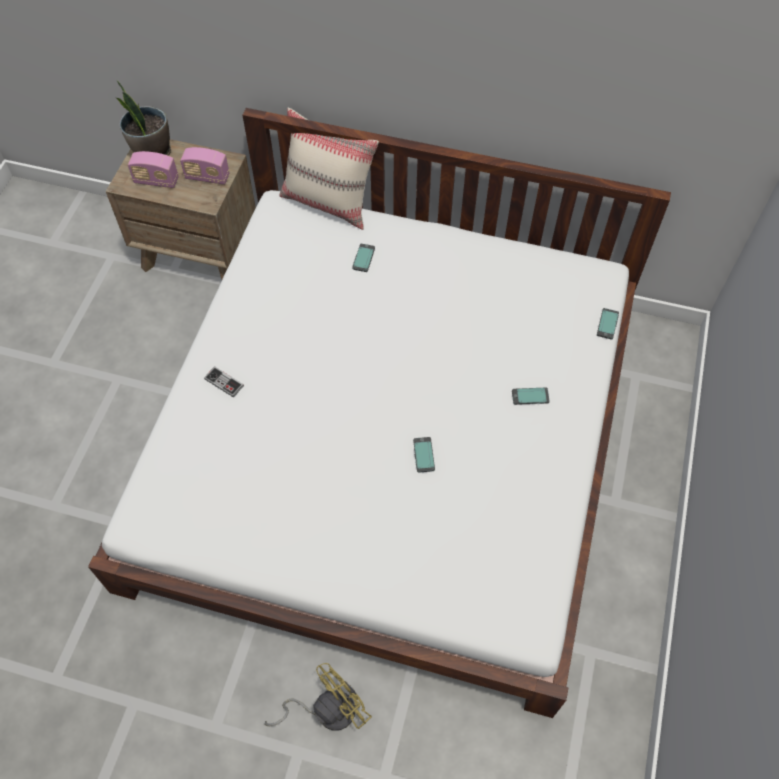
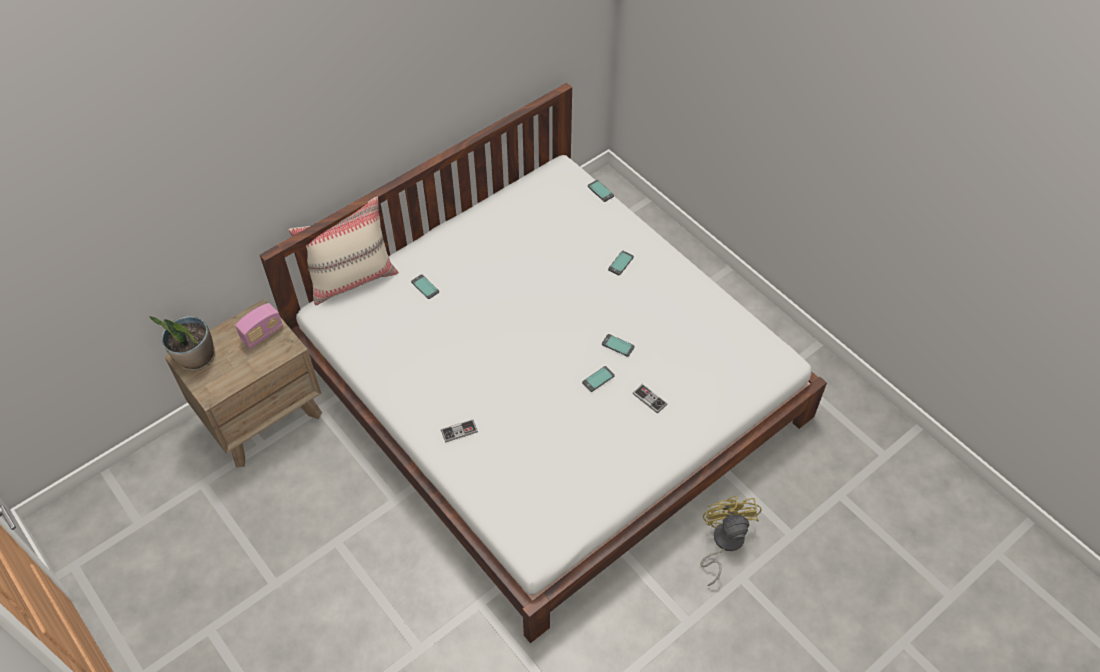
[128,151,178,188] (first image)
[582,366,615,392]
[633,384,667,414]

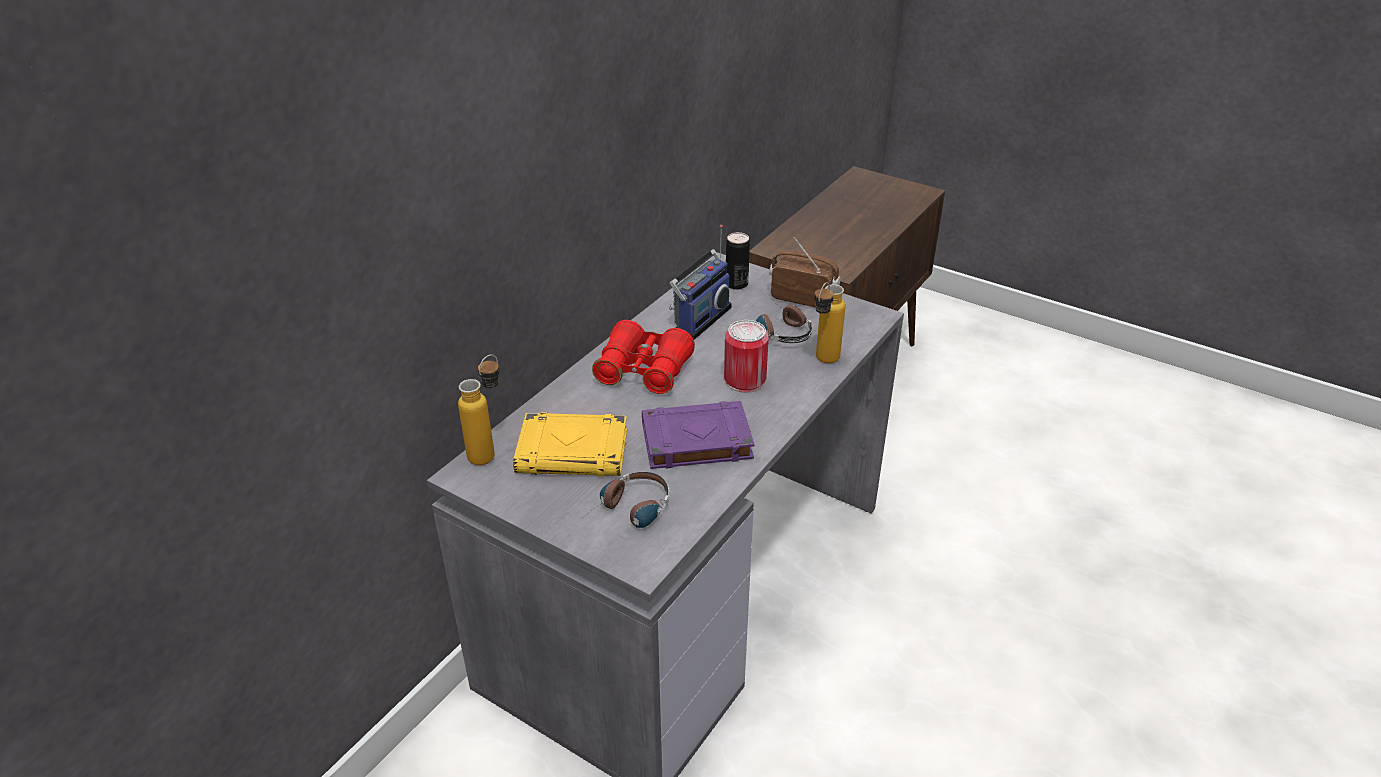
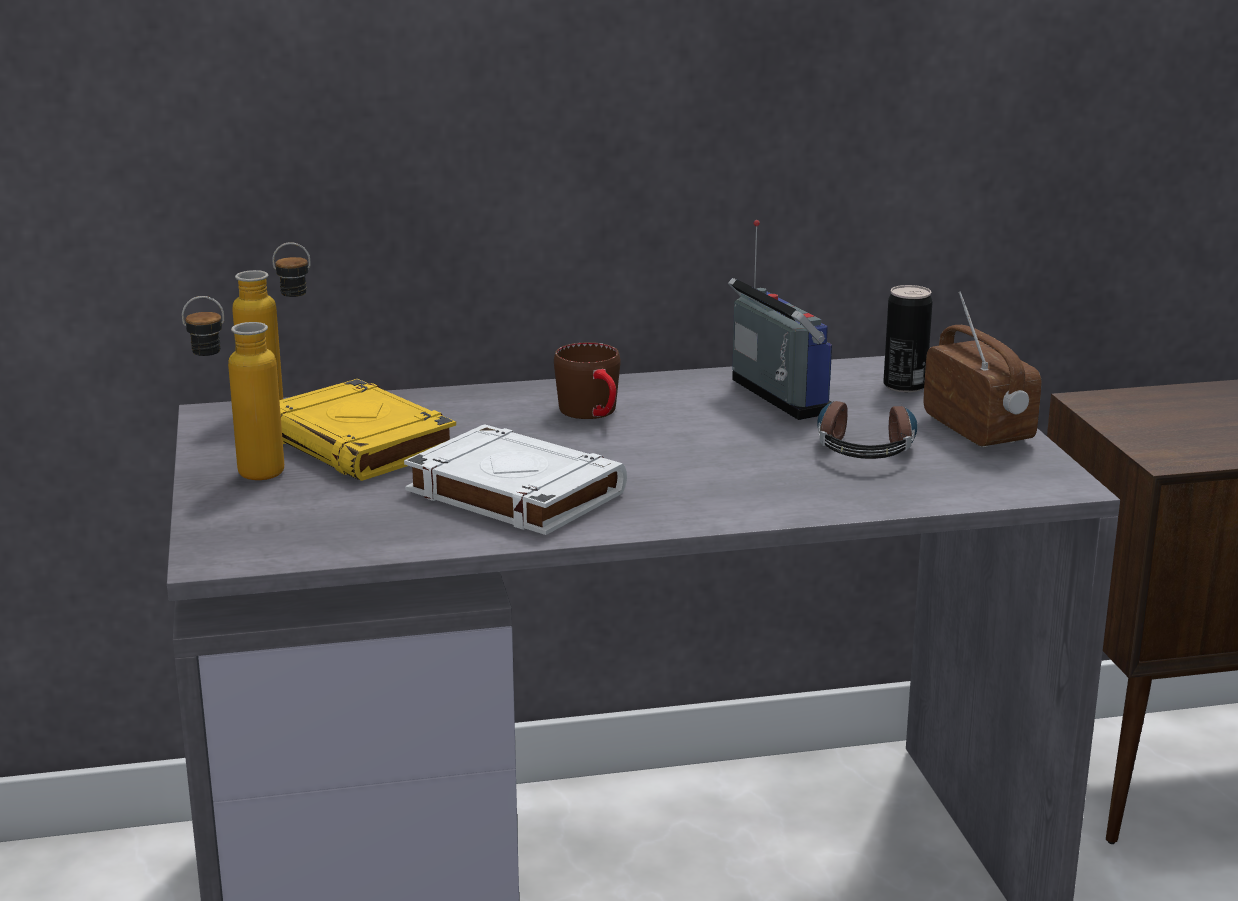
[584,472,669,528] (first image)
[554,342,620,419]
[404,424,627,535]
[728,220,832,420]
[724,320,769,393] (first image)
[182,296,284,480]

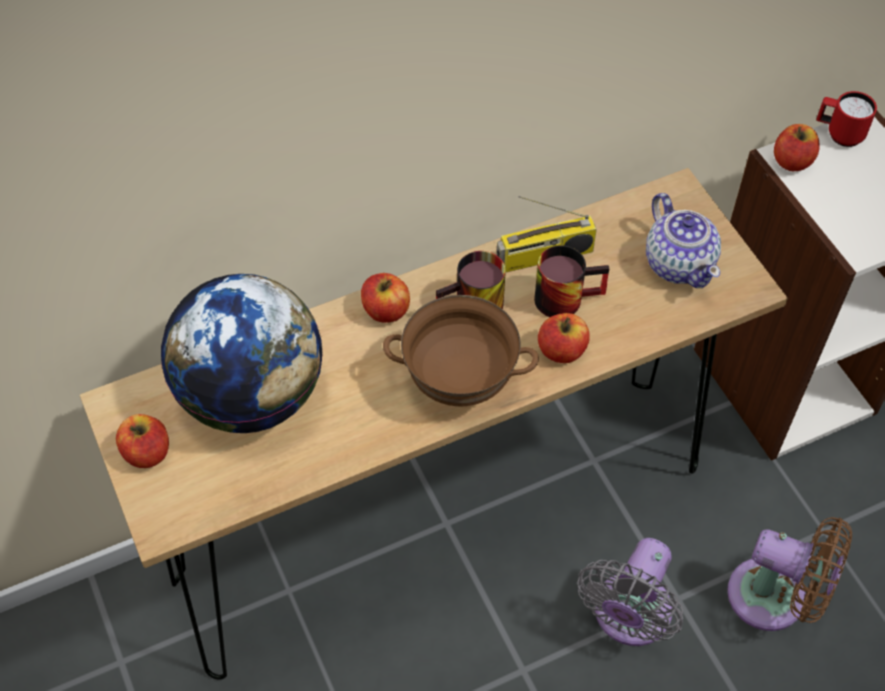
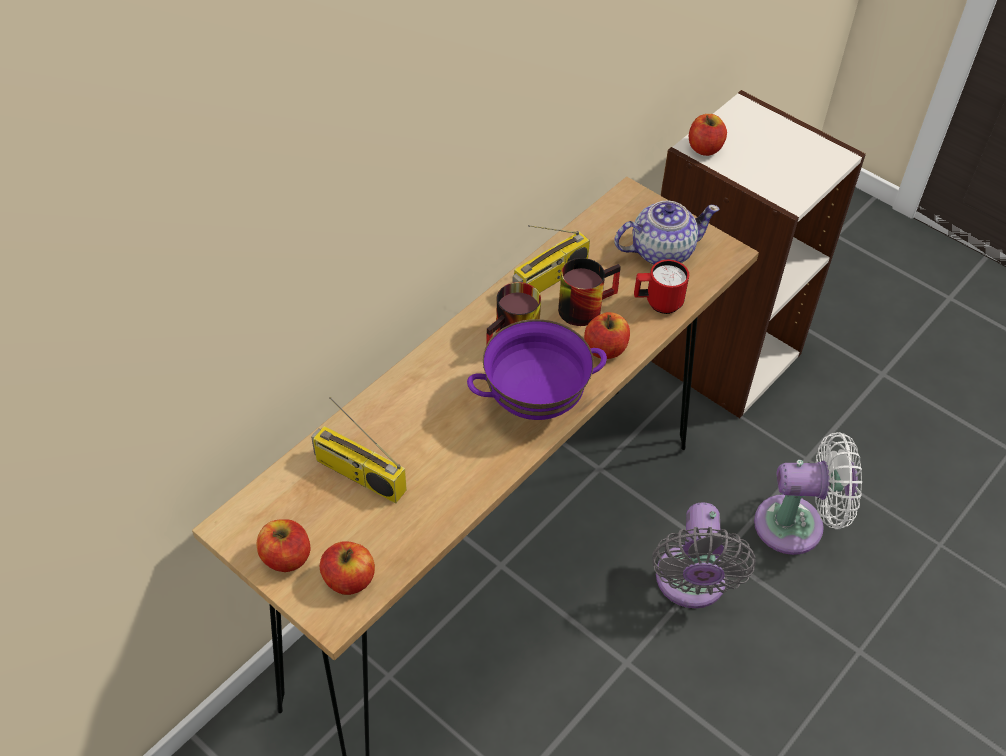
[311,397,407,503]
[320,541,375,595]
[467,319,607,420]
[614,201,720,265]
[754,432,862,555]
[634,260,689,314]

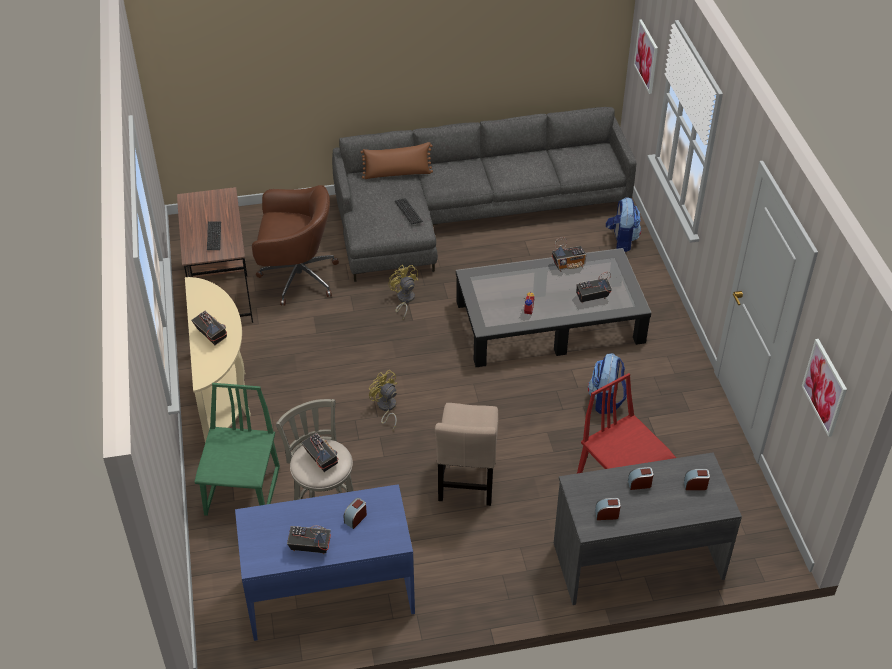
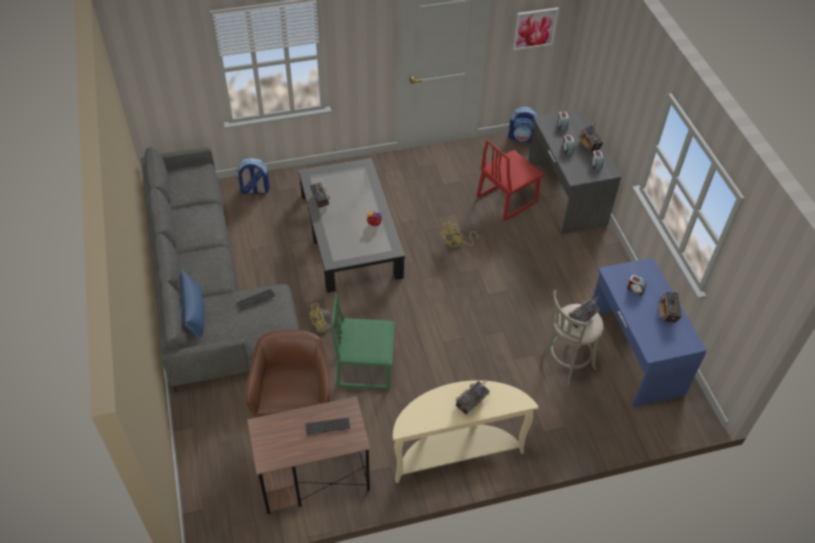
[332,293,395,389]
[180,270,204,340]
[440,221,478,249]
[435,403,498,506] (first image)
[580,117,604,152]
[508,107,538,143]
[634,19,658,94] (first image)

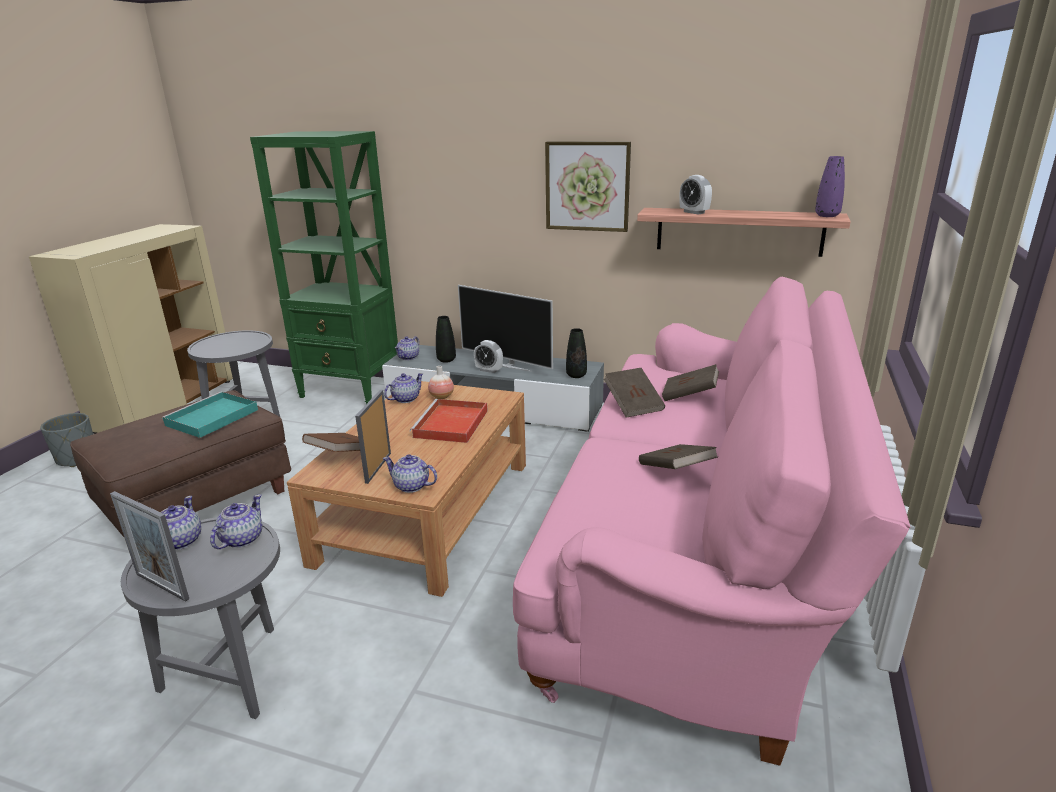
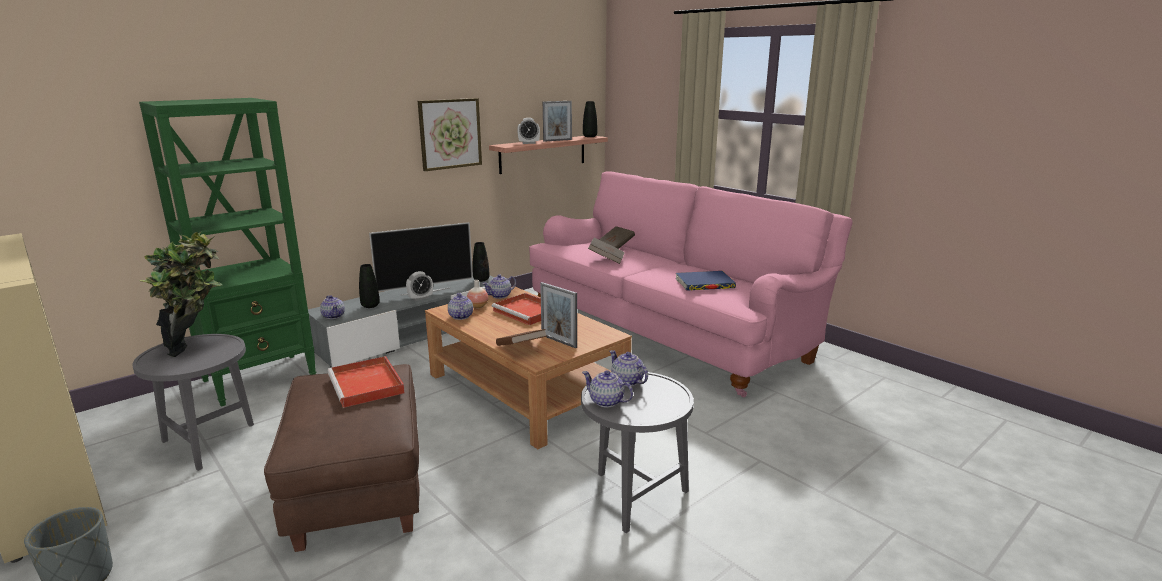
[543,101,572,142]
[327,356,405,408]
[482,274,516,299]
[639,444,718,469] (first image)
[583,101,597,137]
[139,231,222,357]
[676,271,736,290]

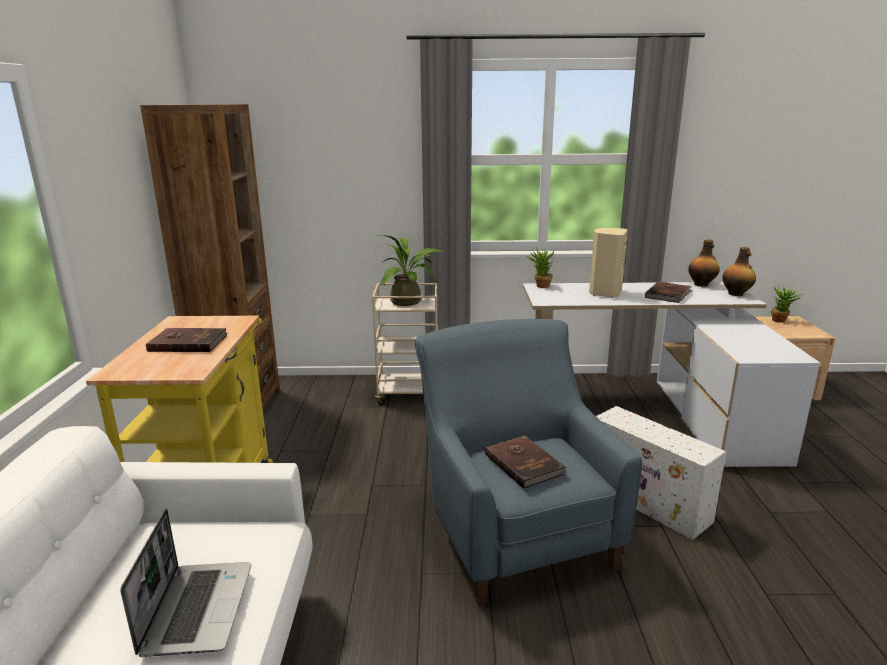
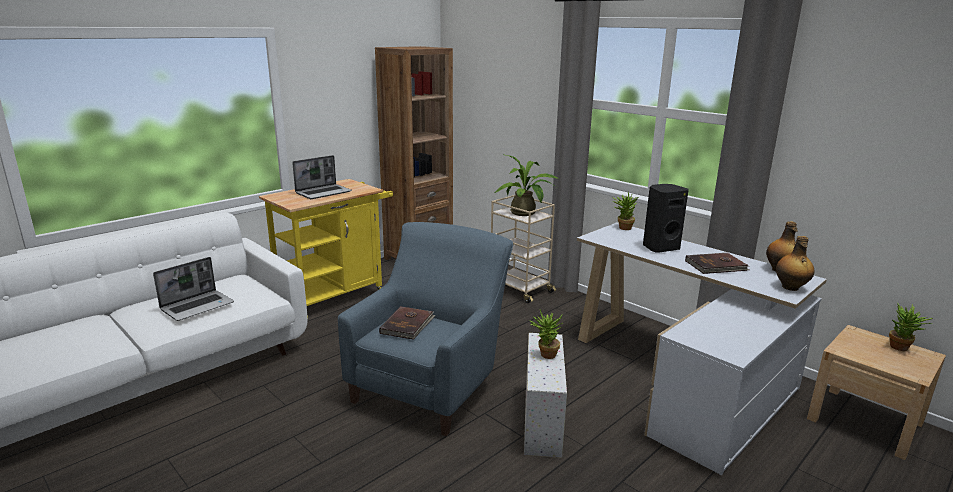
[292,155,352,199]
[643,184,689,253]
[529,310,563,359]

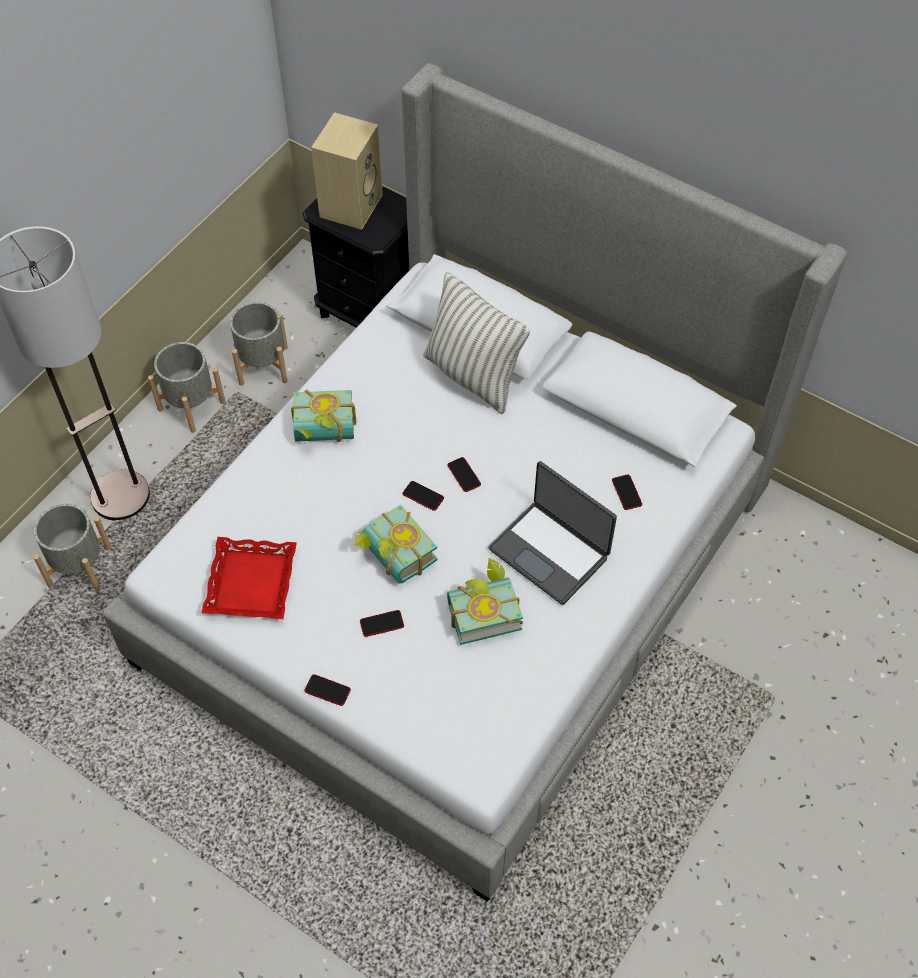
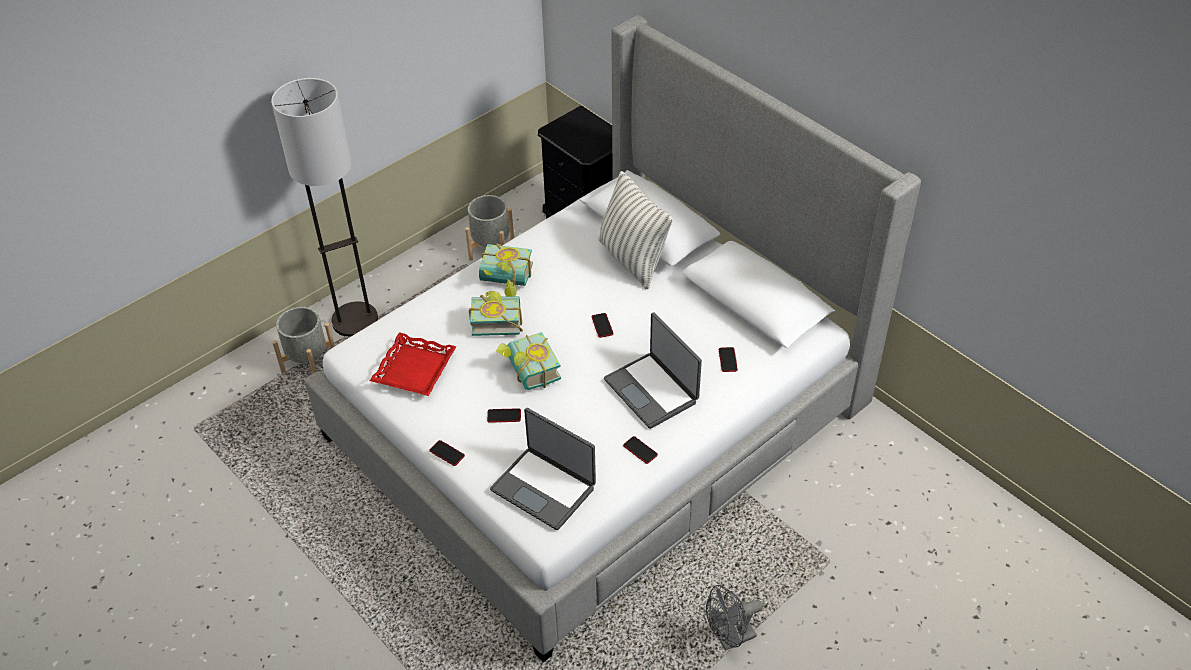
[148,342,226,433] (first image)
[311,112,383,230] (first image)
[623,436,658,464]
[469,279,523,336]
[490,408,596,530]
[706,585,763,651]

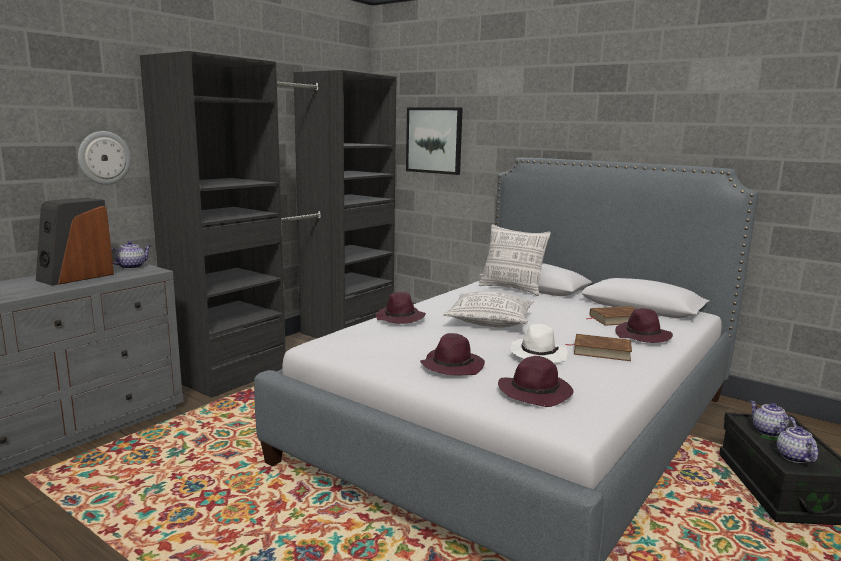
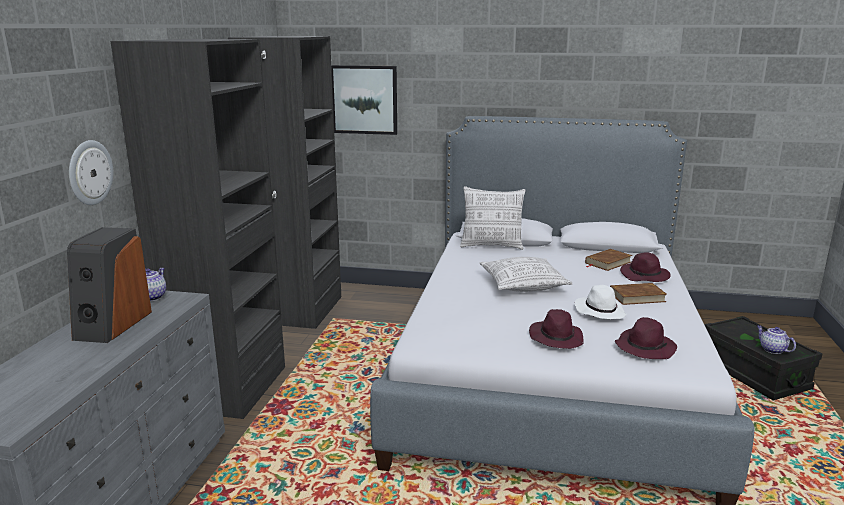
[376,292,426,324] (first image)
[750,401,797,437] (first image)

